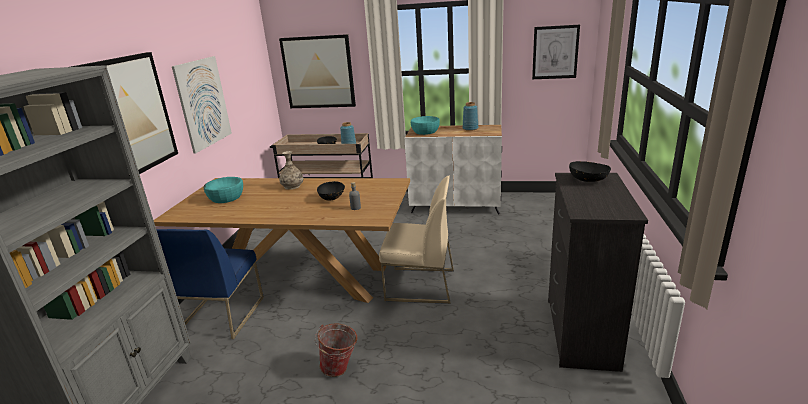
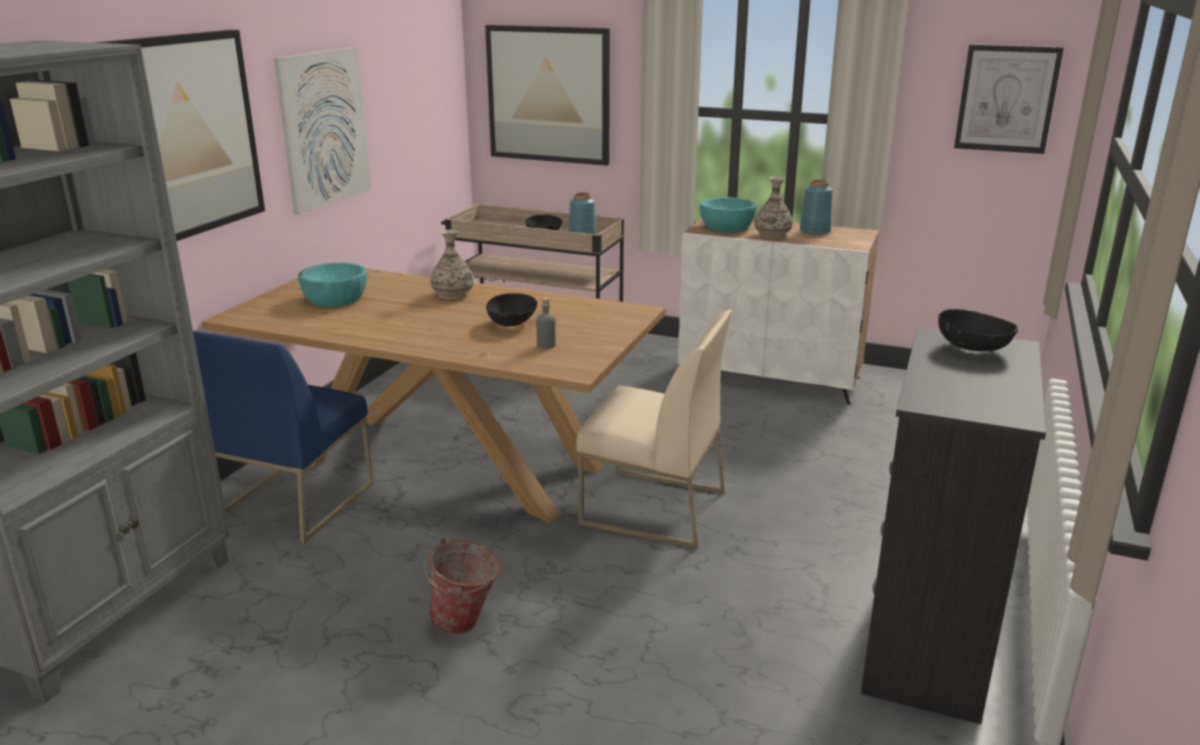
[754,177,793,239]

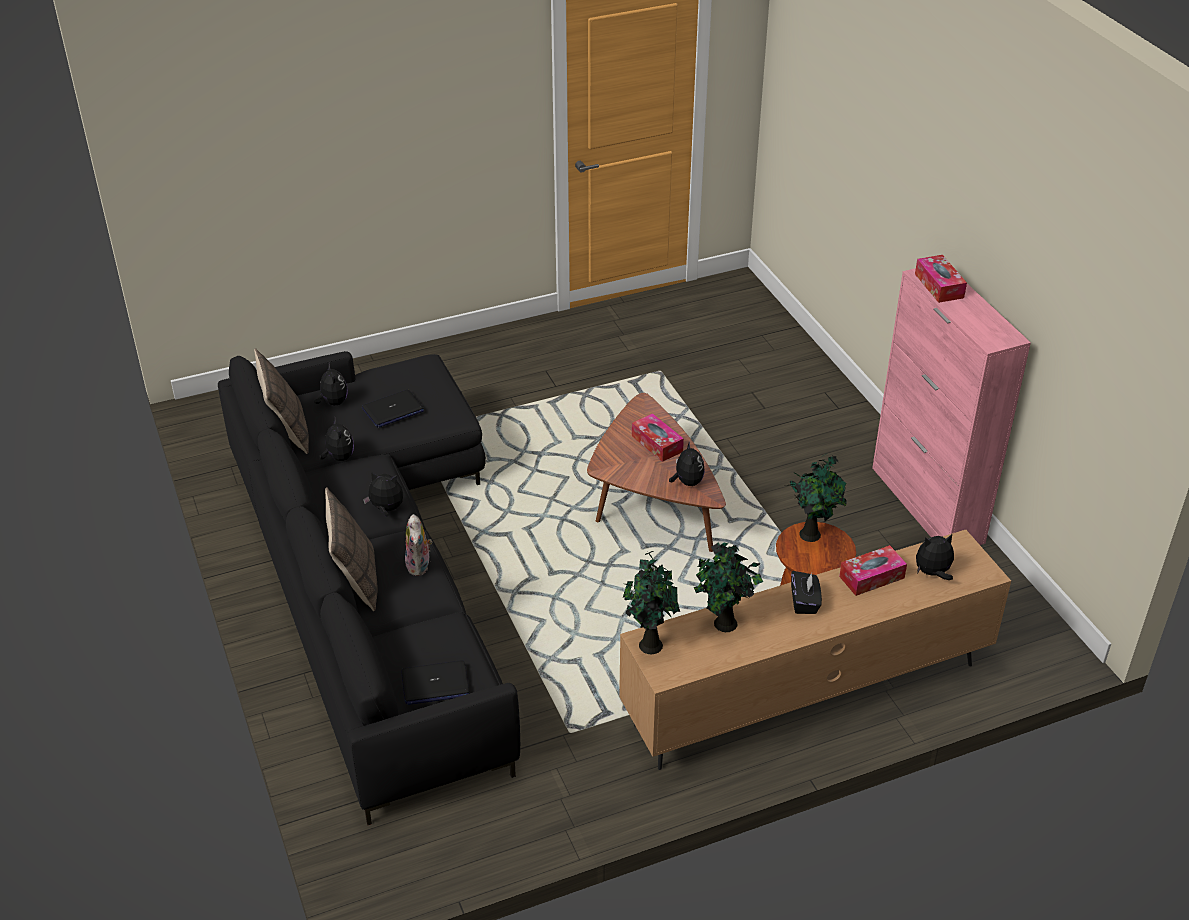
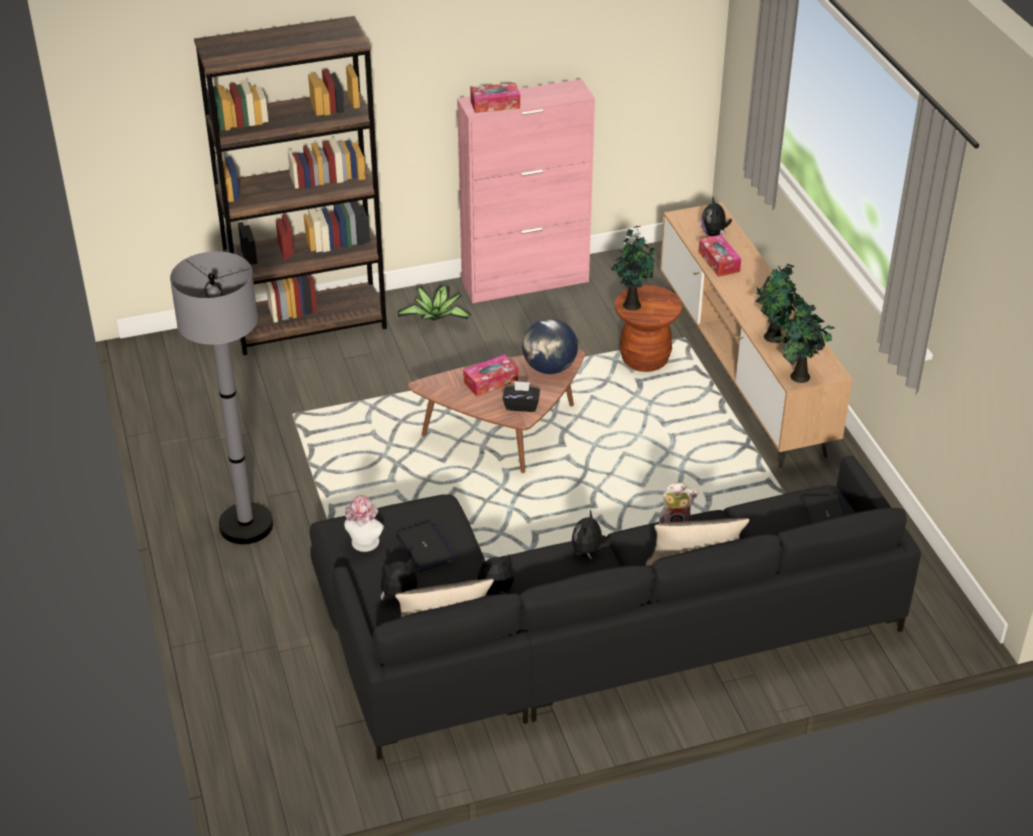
[522,319,578,374]
[502,381,540,412]
[170,251,273,544]
[194,16,387,355]
[344,495,384,552]
[397,285,471,321]

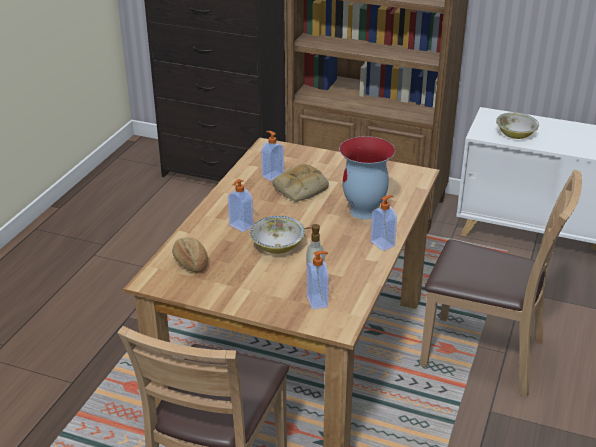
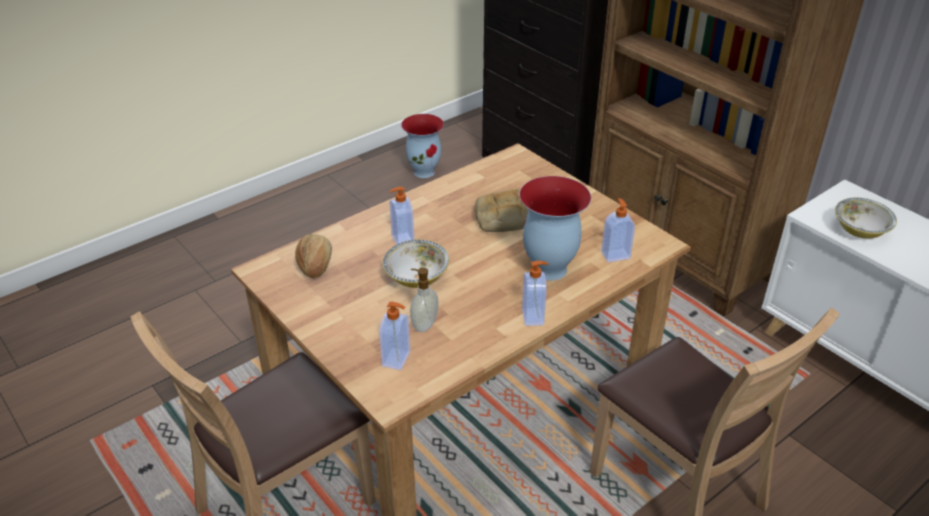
[601,198,635,262]
[401,114,444,178]

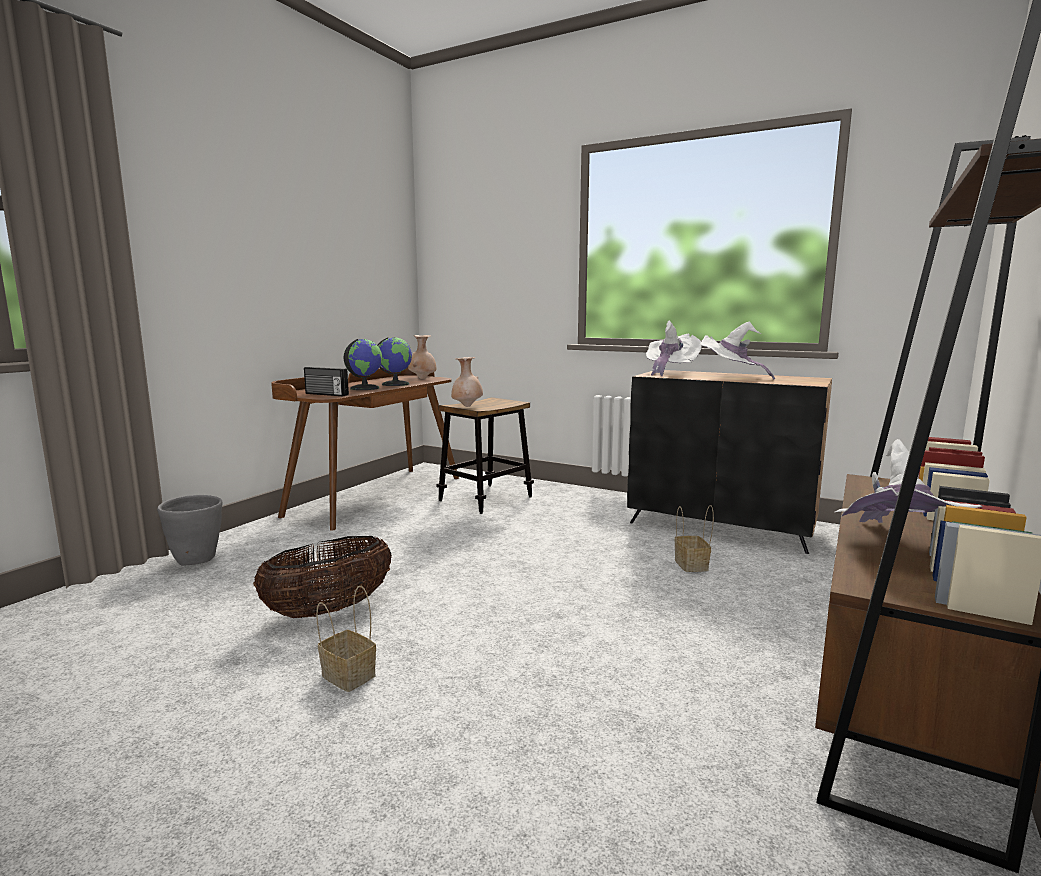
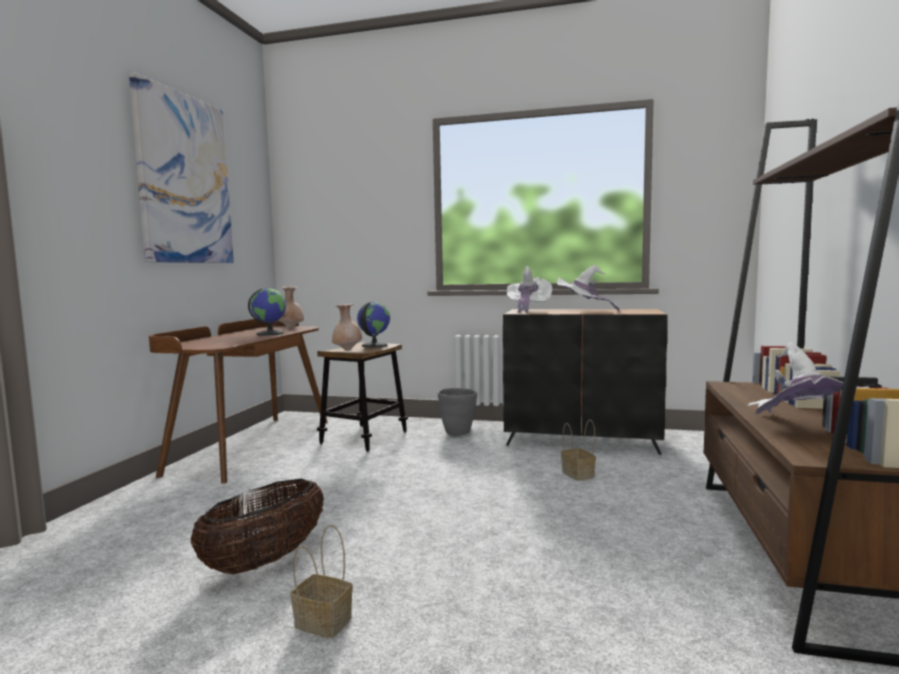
[438,388,477,436]
[304,367,349,396] (first image)
[357,302,390,348]
[129,72,234,263]

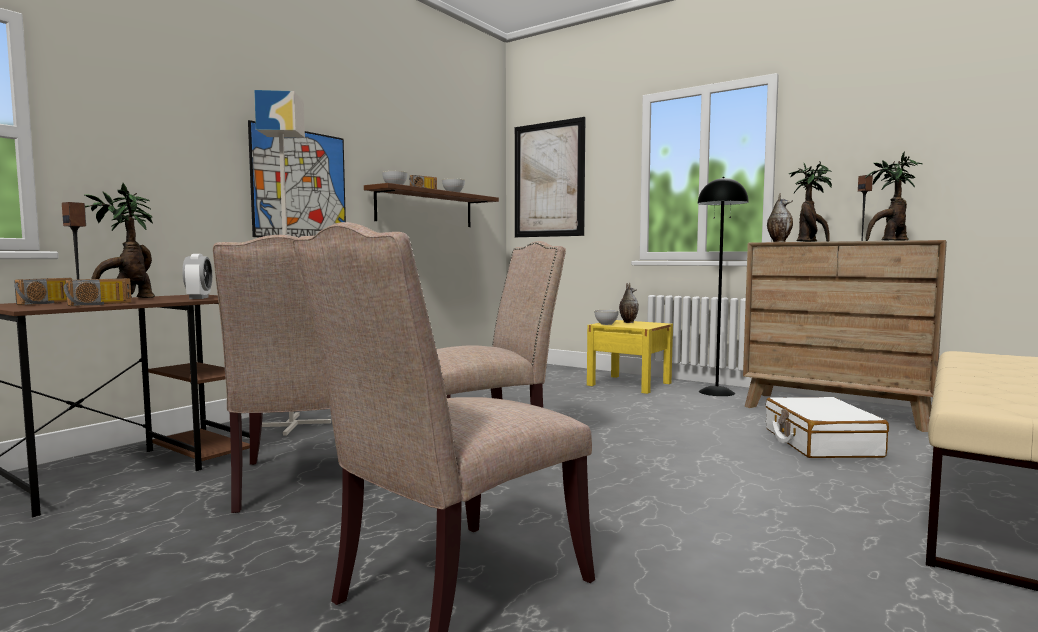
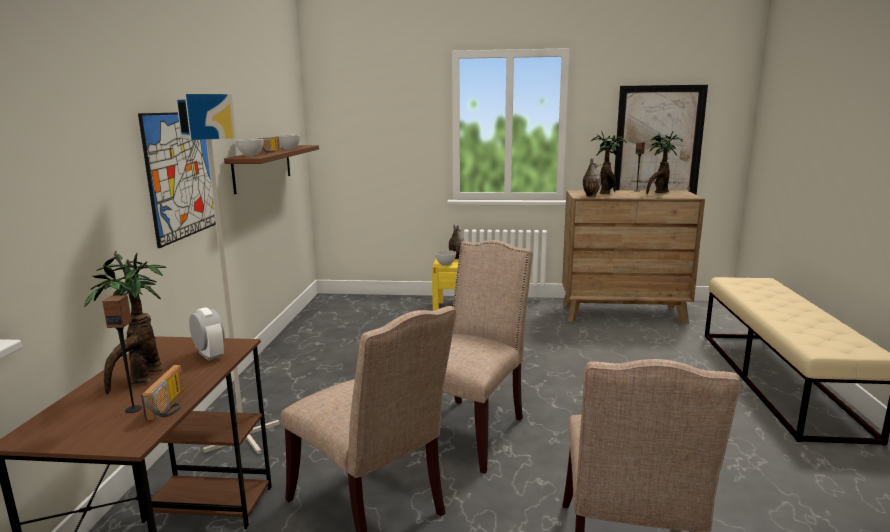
[14,278,72,305] (first image)
[613,85,708,195]
[698,177,749,396] (first image)
[766,397,889,458] (first image)

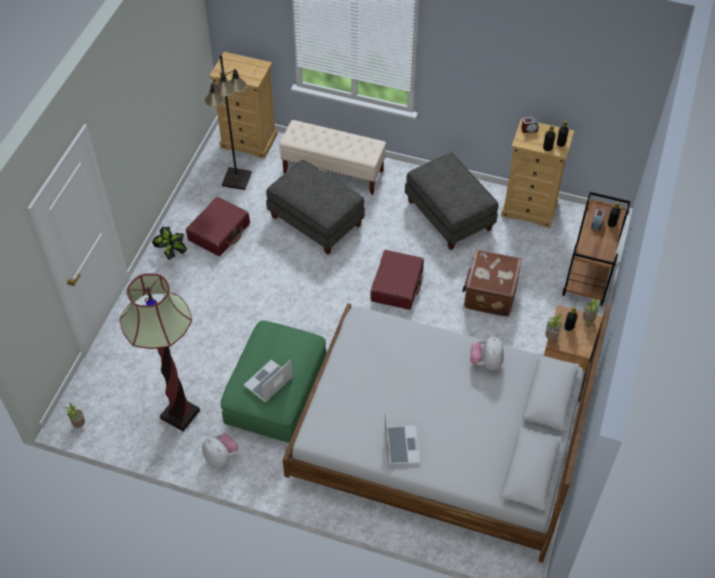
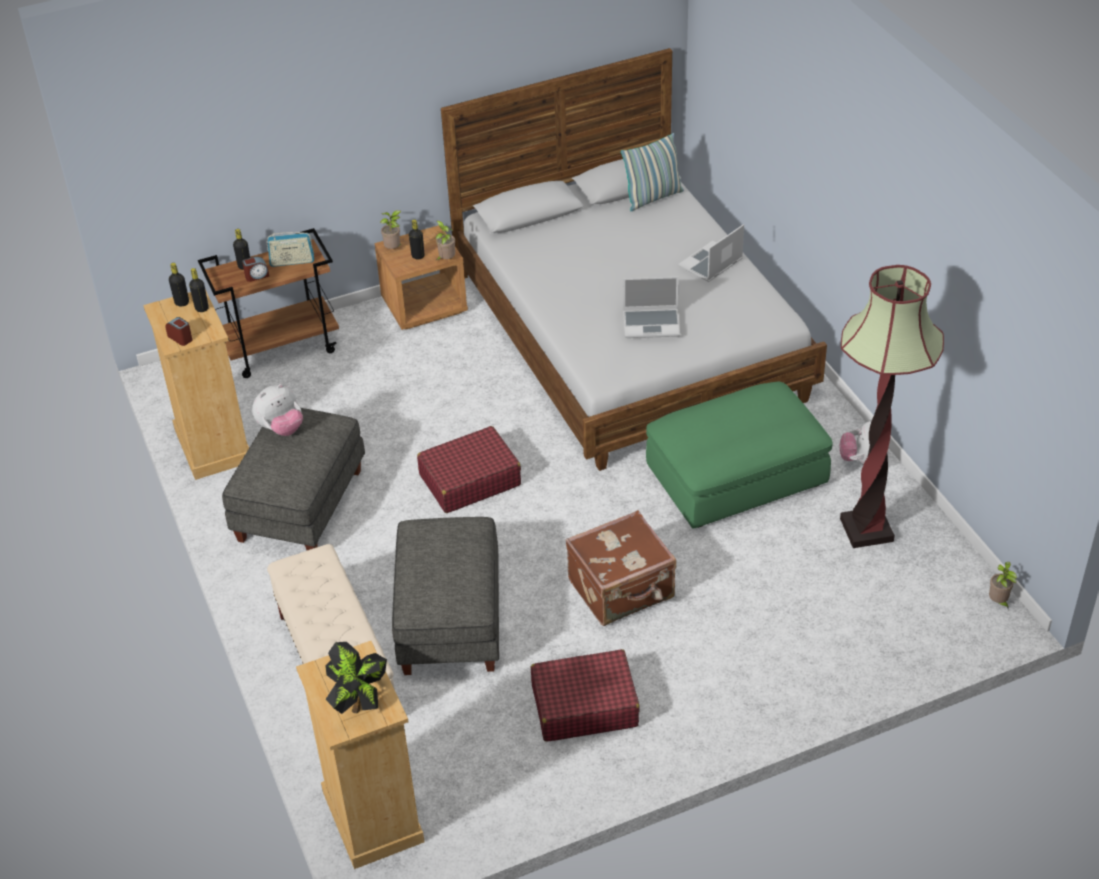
[325,642,387,714]
[205,54,252,190] (first image)
[623,276,680,338]
[566,510,676,626]
[252,384,303,436]
[267,232,314,267]
[621,133,684,211]

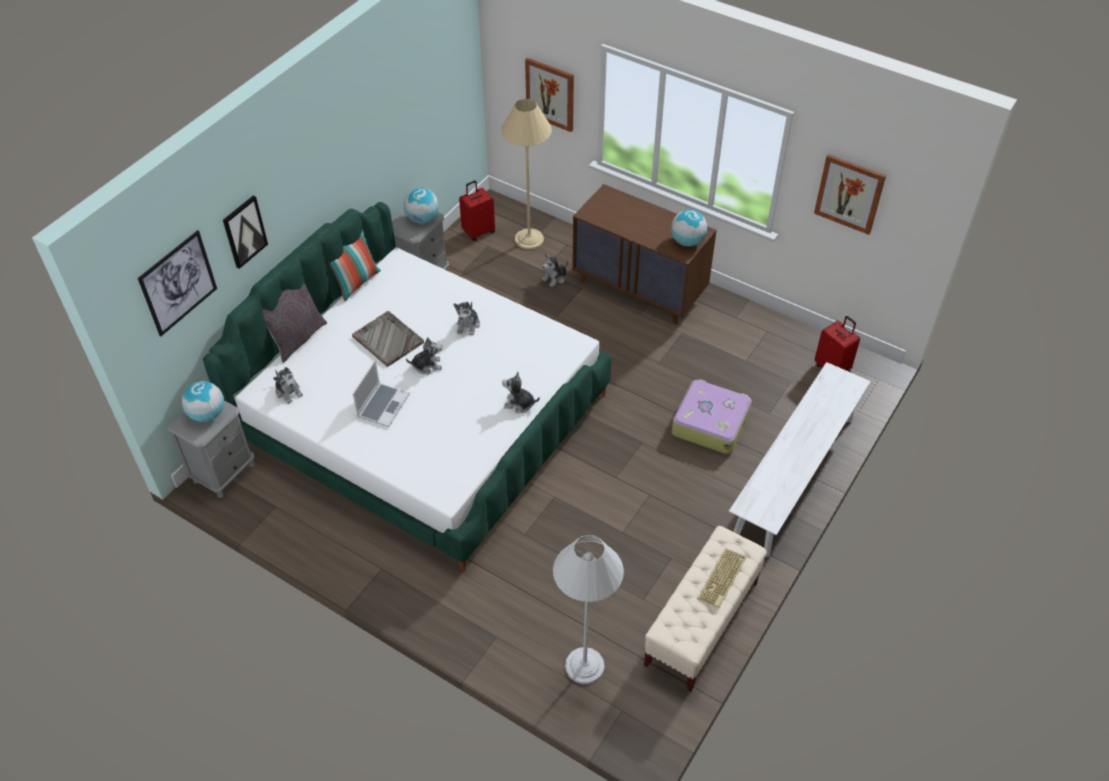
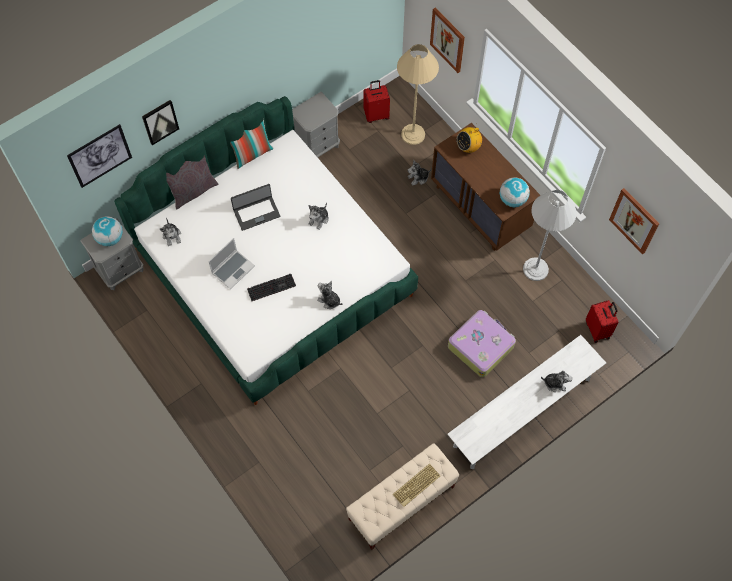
[231,184,280,231]
[404,188,439,223] (first image)
[541,371,573,392]
[523,190,576,281]
[247,274,296,301]
[457,125,482,153]

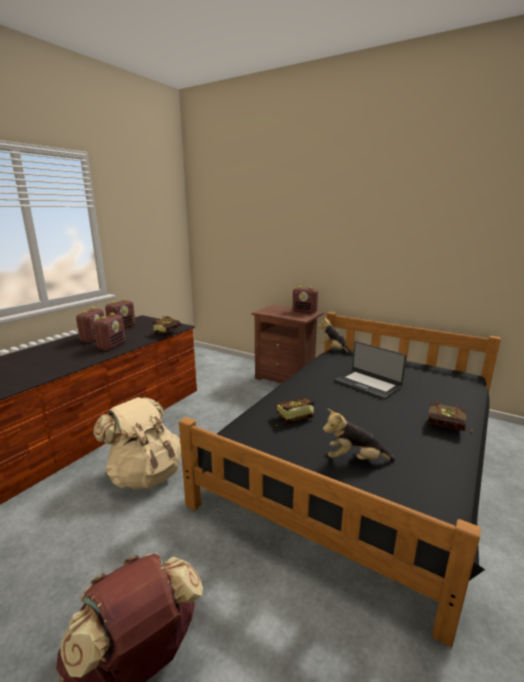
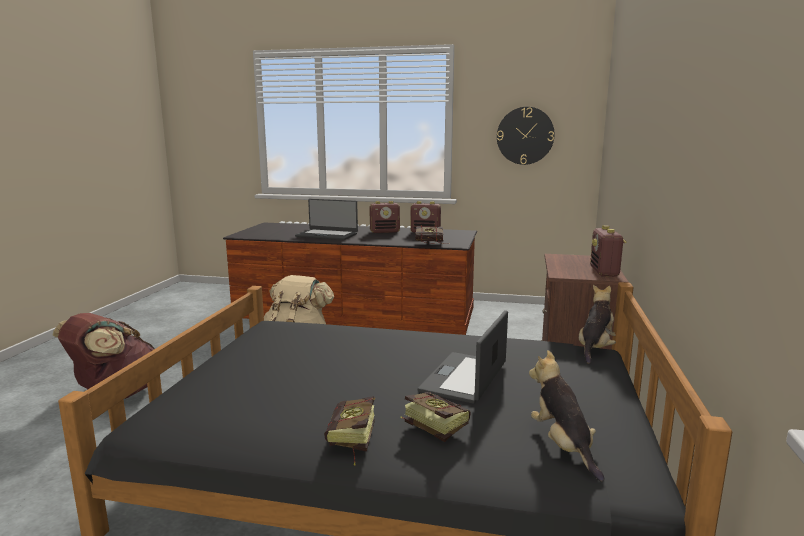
[94,313,126,350] (first image)
[401,392,471,442]
[529,350,604,481]
[295,199,358,240]
[497,107,555,165]

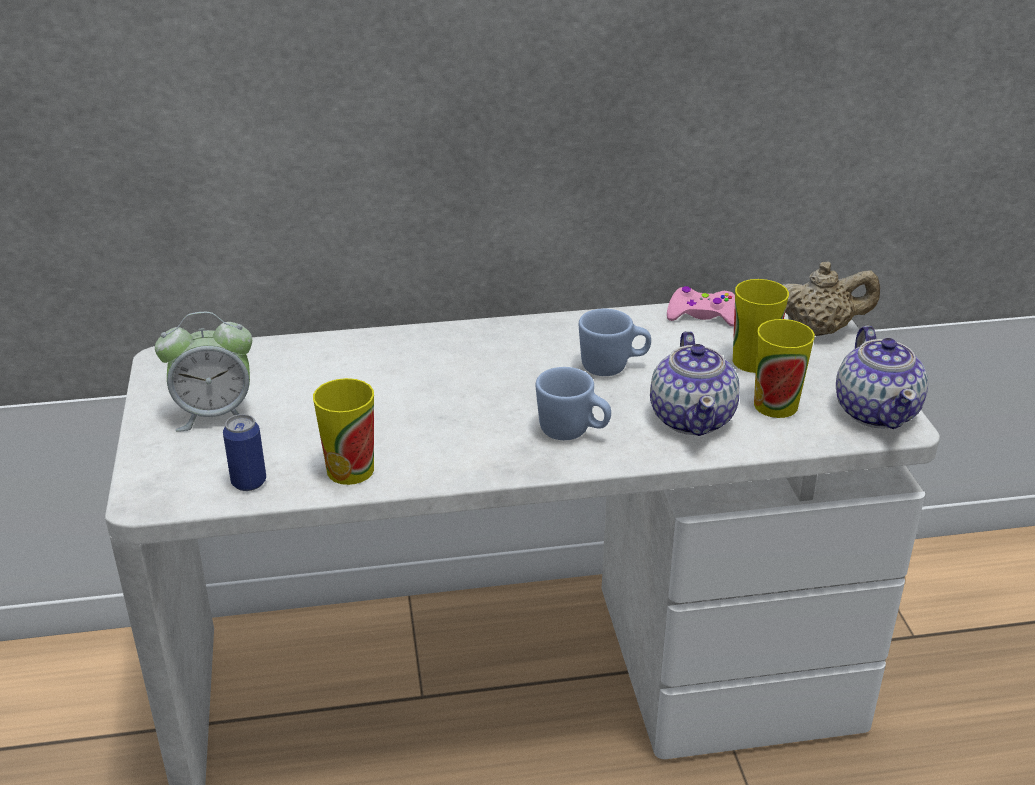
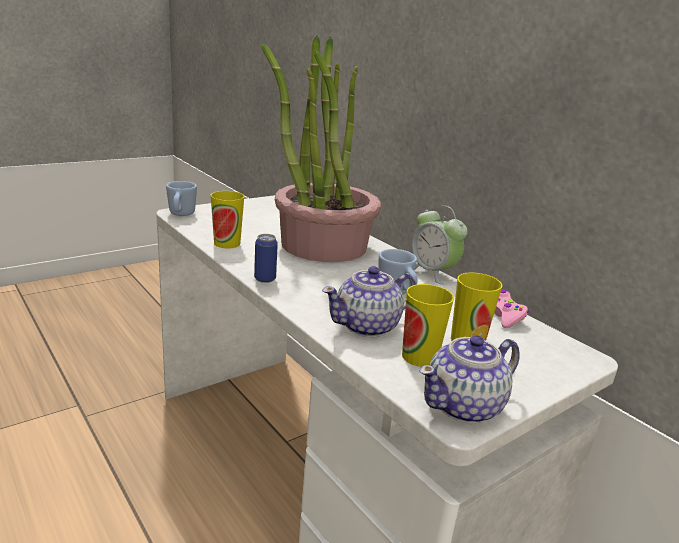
[412,205,468,285]
[254,234,278,283]
[166,181,197,216]
[783,261,880,336] (first image)
[262,35,381,262]

